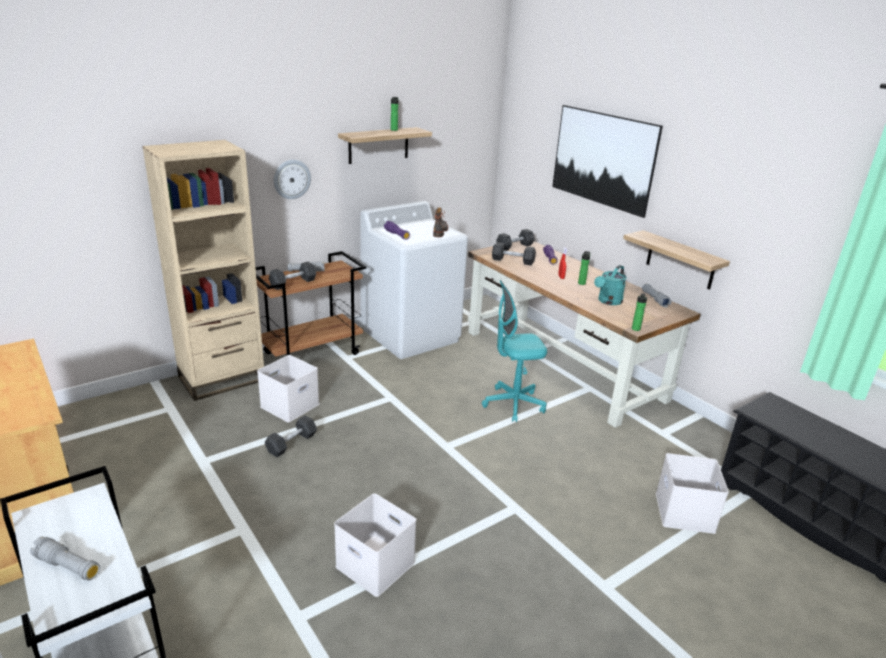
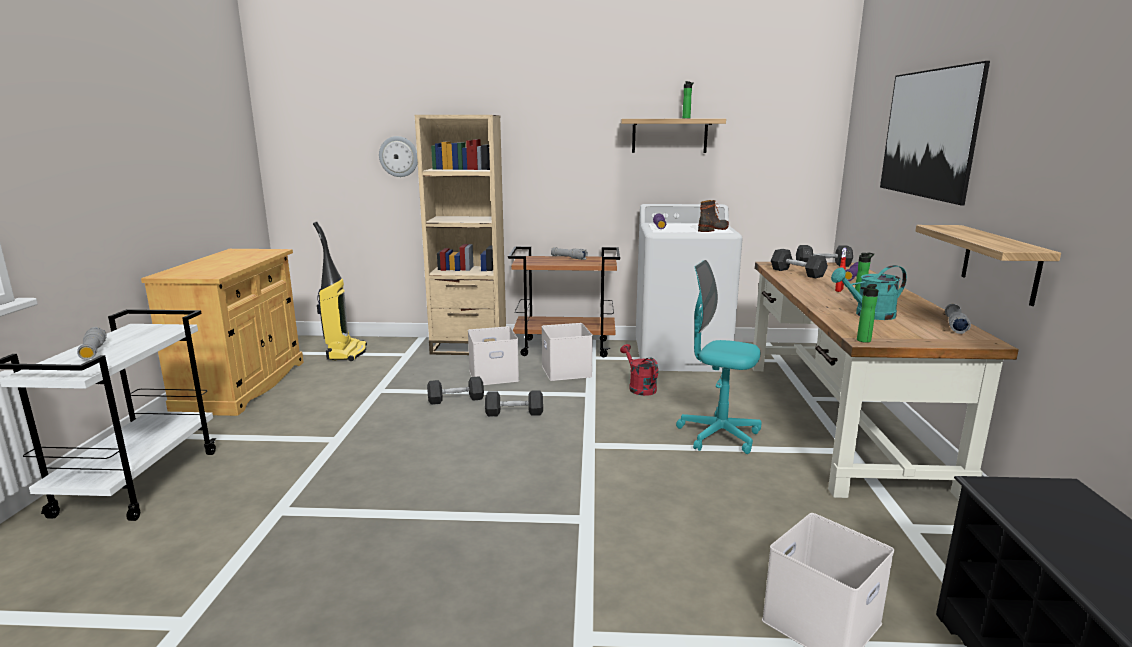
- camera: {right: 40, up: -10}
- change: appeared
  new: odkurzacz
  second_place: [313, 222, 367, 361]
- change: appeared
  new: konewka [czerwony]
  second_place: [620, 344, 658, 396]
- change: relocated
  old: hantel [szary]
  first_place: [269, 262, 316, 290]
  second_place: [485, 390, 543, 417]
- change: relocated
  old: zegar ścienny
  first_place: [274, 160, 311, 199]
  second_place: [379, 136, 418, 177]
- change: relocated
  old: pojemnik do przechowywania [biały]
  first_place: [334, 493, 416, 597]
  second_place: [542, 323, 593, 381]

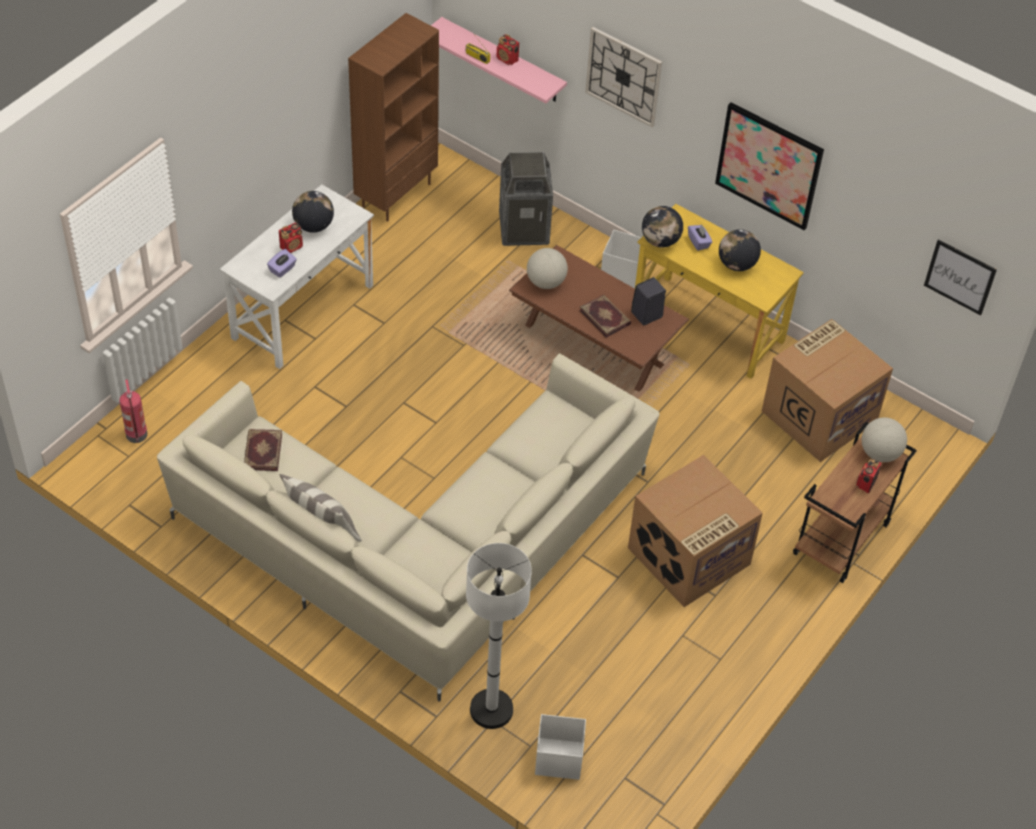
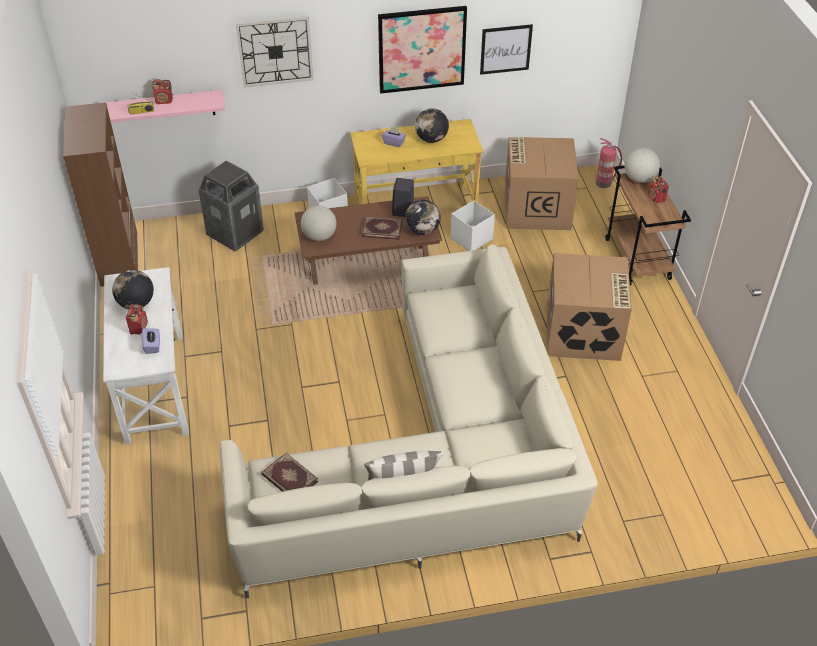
- camera: {right: -45, up: -5}
- change: missing
  old: lampa stojąca [biały]
  first_place: [466, 543, 532, 729]
- change: relocated
  old: gaśnica
  first_place: [119, 379, 147, 443]
  second_place: [596, 138, 622, 188]
- change: relocated
  old: pojemnik do przechowywania [biały]
  first_place: [535, 714, 586, 780]
  second_place: [451, 200, 495, 251]
- change: relocated
  old: globus
  first_place: [642, 206, 683, 248]
  second_place: [405, 200, 441, 235]
- change: relocated
  old: obraz
  first_place: [924, 239, 997, 315]
  second_place: [480, 24, 533, 75]

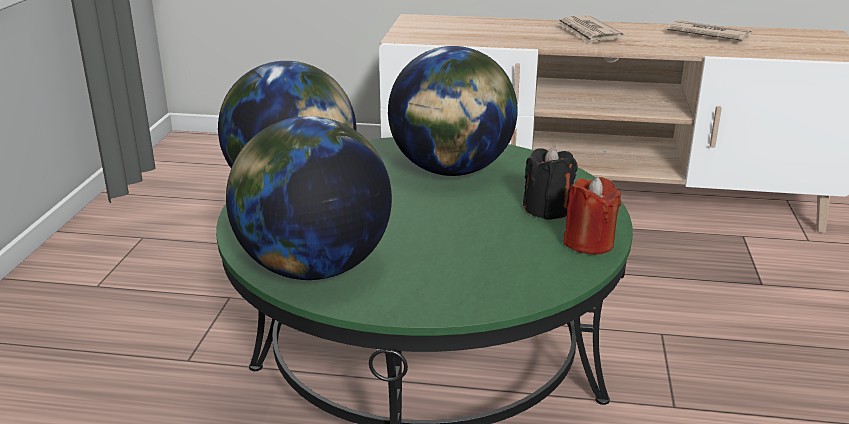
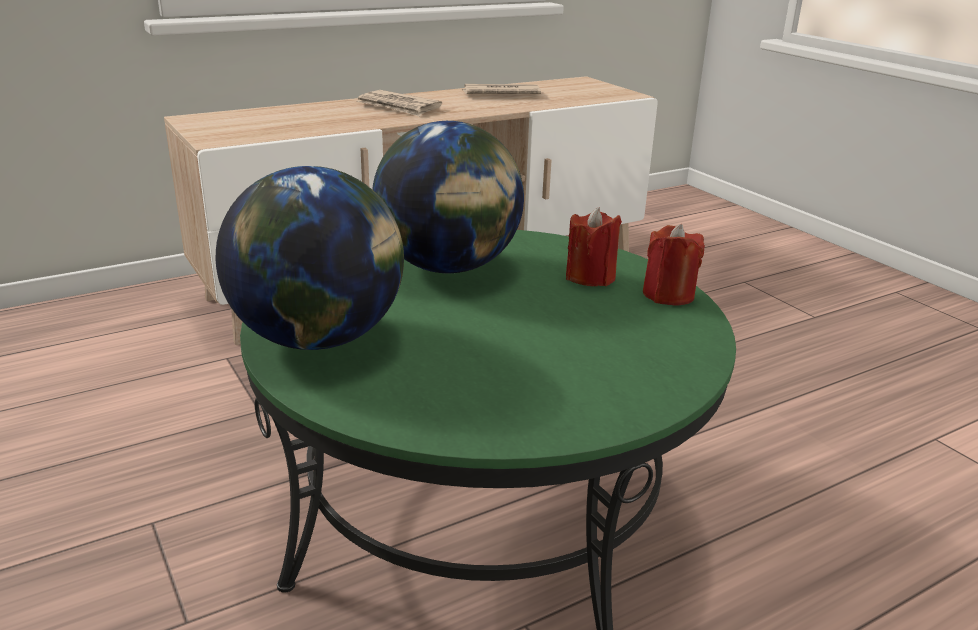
- camera: {right: -40, up: 0}
- change: missing
  old: globus
  first_place: [226, 116, 392, 280]
- change: colour
  old: świeca [czarny]
  new: świeca [czerwony]
  first_place: [523, 146, 578, 220]
  second_place: [566, 207, 622, 286]

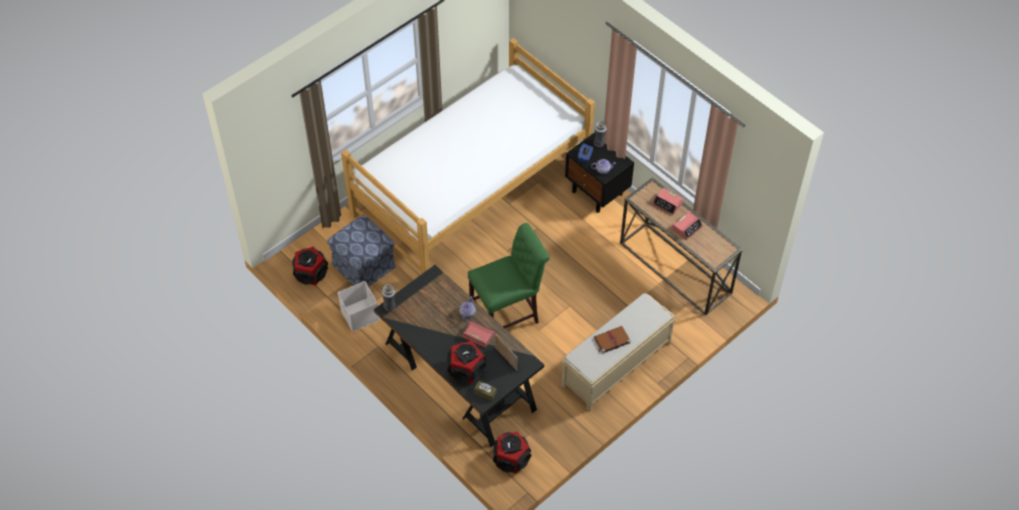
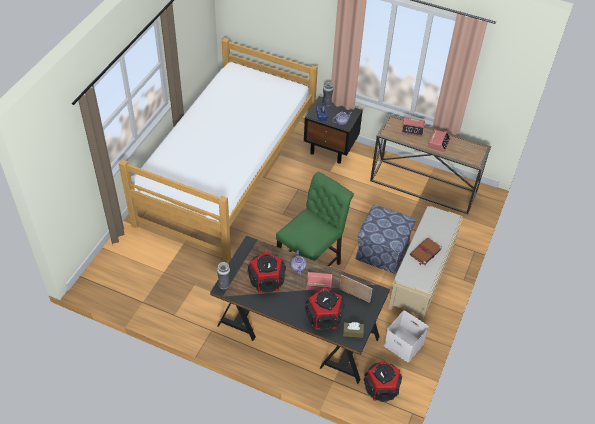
- camera: {right: -25, up: -5}
- change: relocated
  old: głośnik
  first_place: [292, 247, 328, 286]
  second_place: [248, 251, 286, 293]
- change: relocated
  old: pufa
  first_place: [327, 215, 396, 287]
  second_place: [355, 205, 416, 274]
- change: relocated
  old: pojemnik do przechowywania [biały]
  first_place: [338, 281, 380, 332]
  second_place: [384, 310, 429, 362]

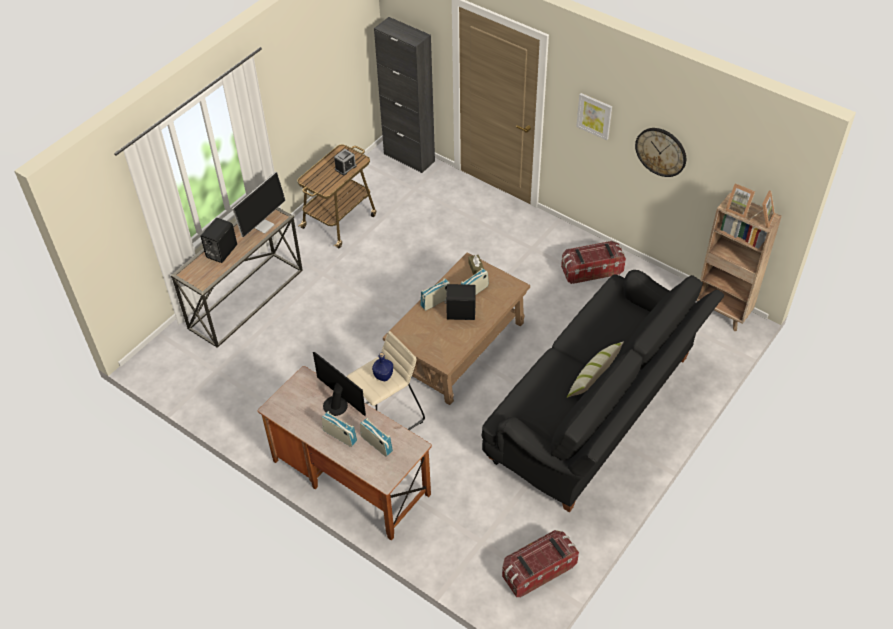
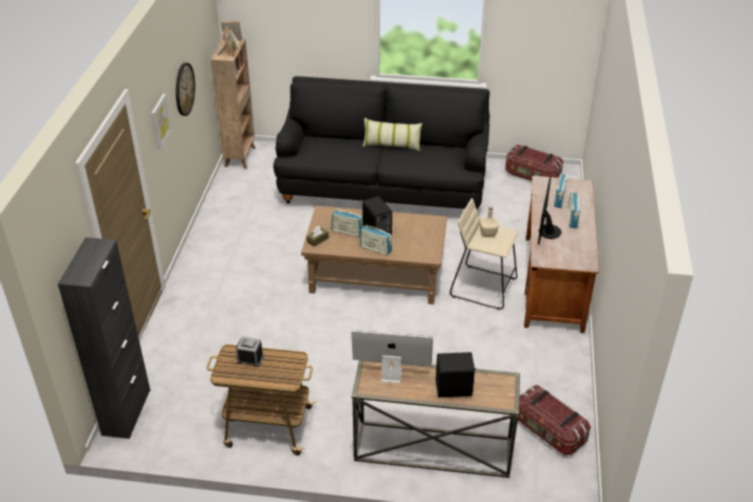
- camera: {right: -120, up: -10}
- change: relocated
  old: pojemnik do przechowywania
  first_place: [561, 241, 626, 284]
  second_place: [518, 385, 591, 455]
- change: colour
  old: butelka [niebieski]
  new: butelka [beżowy]
  first_place: [372, 353, 393, 381]
  second_place: [480, 207, 499, 237]

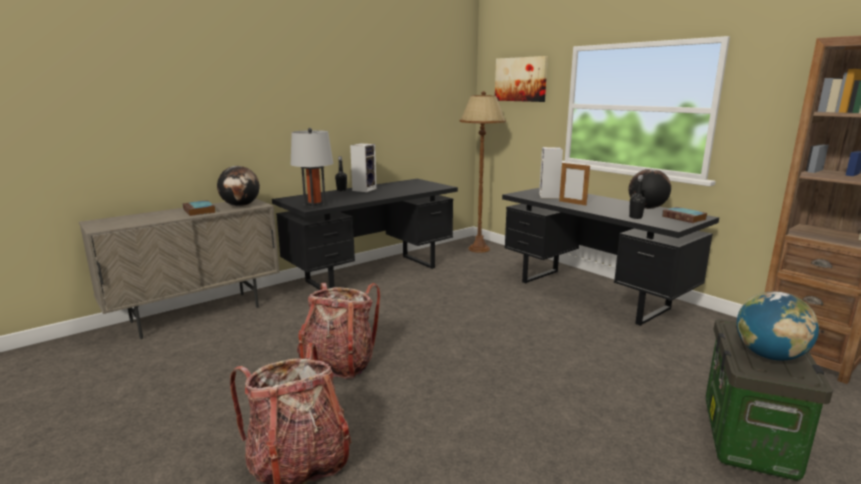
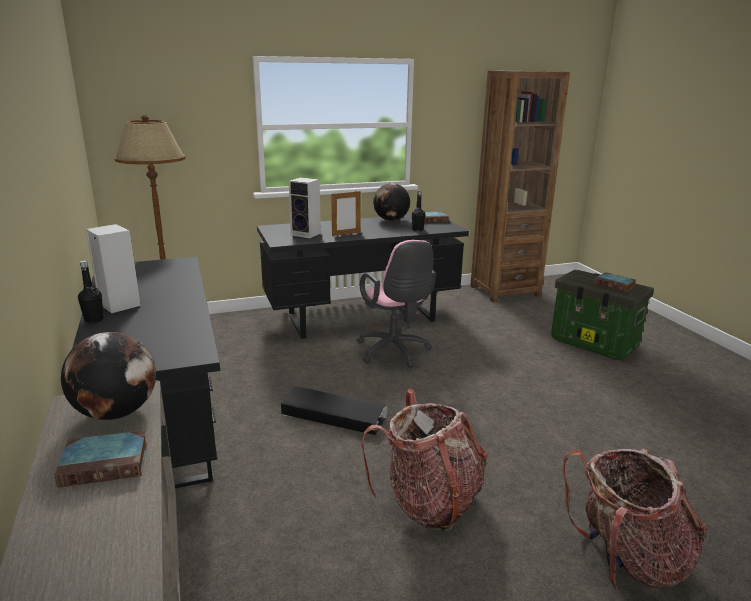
- camera: {right: -70, up: 5}
- change: missing
  old: lampa stołowa [szary]
  first_place: [291, 128, 334, 208]
- change: missing
  old: obraz
  first_place: [495, 56, 548, 102]
- change: appeared
  new: pojemnik do przechowywania [czarny]
  second_place: [281, 386, 387, 435]
- change: appeared
  new: krzesło biurowe [różowy]
  second_place: [356, 240, 436, 368]
- change: exchanged
  old: globus
  new: książka
  first_place: [737, 291, 819, 361]
  second_place: [594, 272, 636, 292]

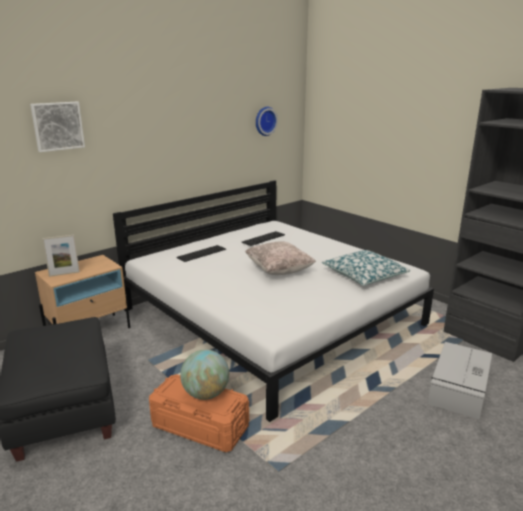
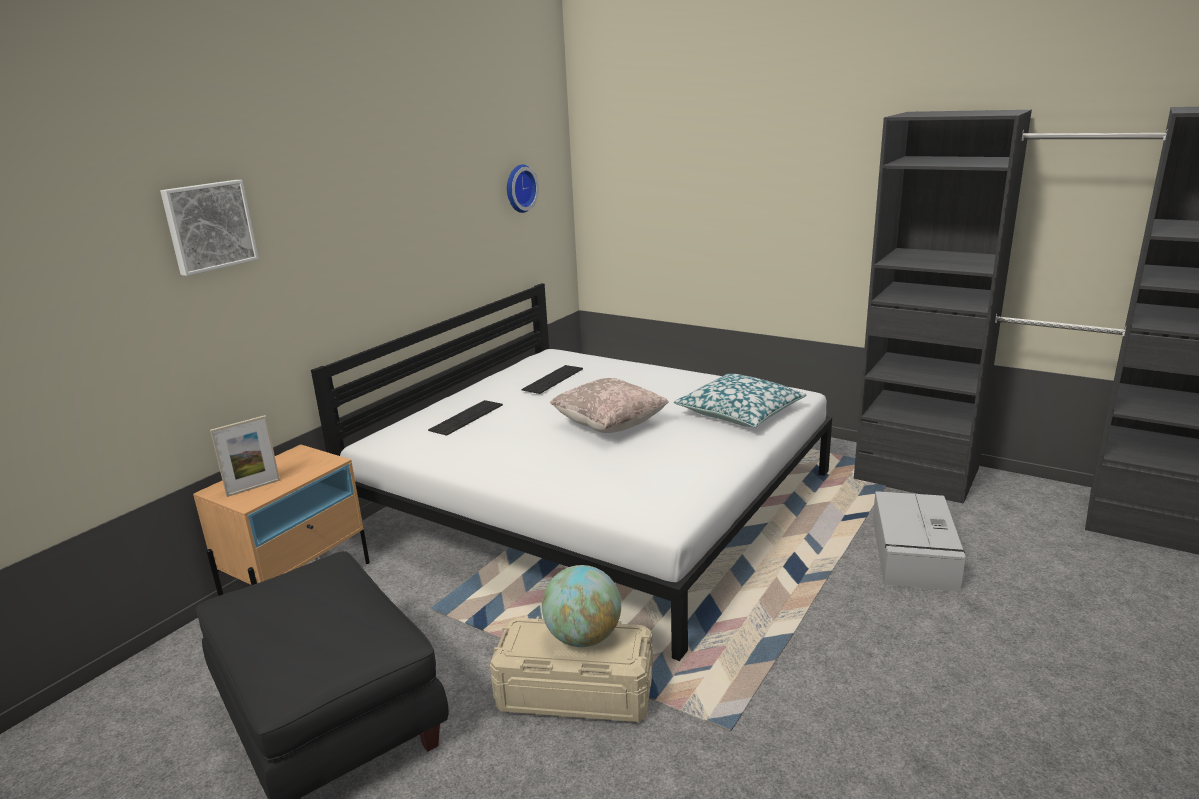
- camera: {right: -15, up: 0}
- change: colour
  old: pojemnik do przechowywania [pomarańczowy]
  new: pojemnik do przechowywania [beżowy]
  first_place: [149, 374, 249, 452]
  second_place: [490, 616, 653, 722]

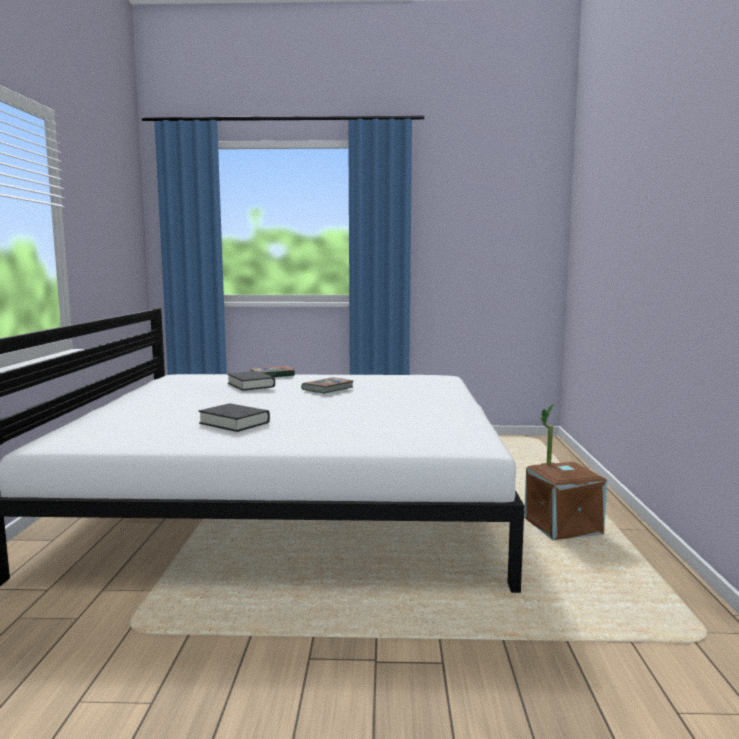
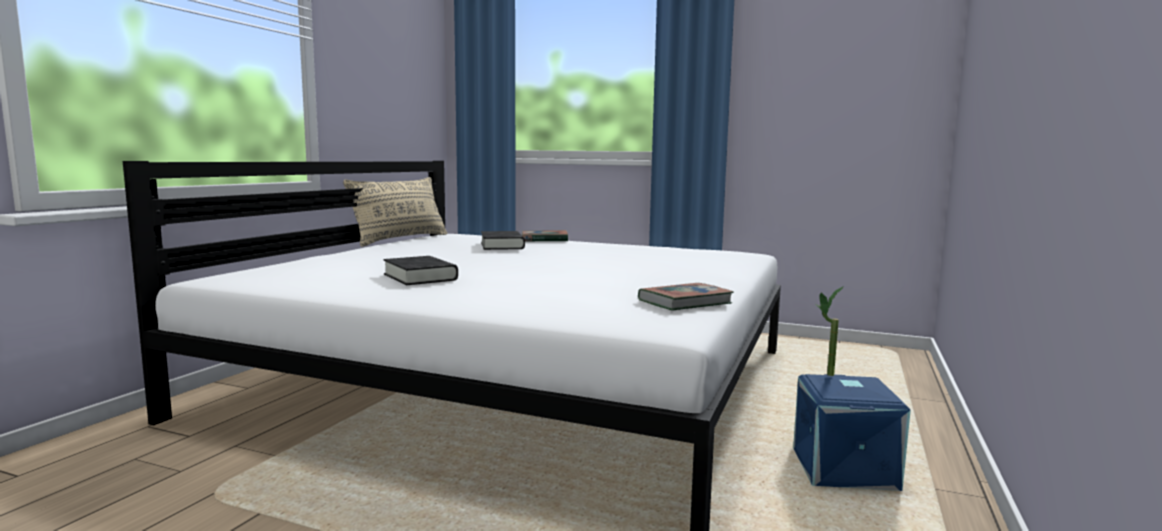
- camera: {right: 20, up: 0}
- change: appeared
  new: poduszka [beżowy]
  second_place: [343, 177, 447, 247]
- change: relocated
  old: książka
  first_place: [301, 377, 353, 393]
  second_place: [638, 283, 734, 311]
- change: colour
  old: pojemnik do przechowywania [brązowy]
  new: pojemnik do przechowywania [niebieski]
  first_place: [524, 462, 607, 540]
  second_place: [793, 374, 911, 491]

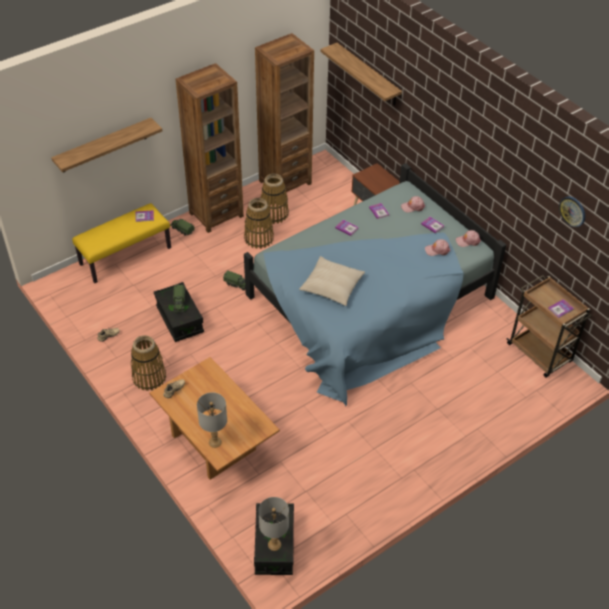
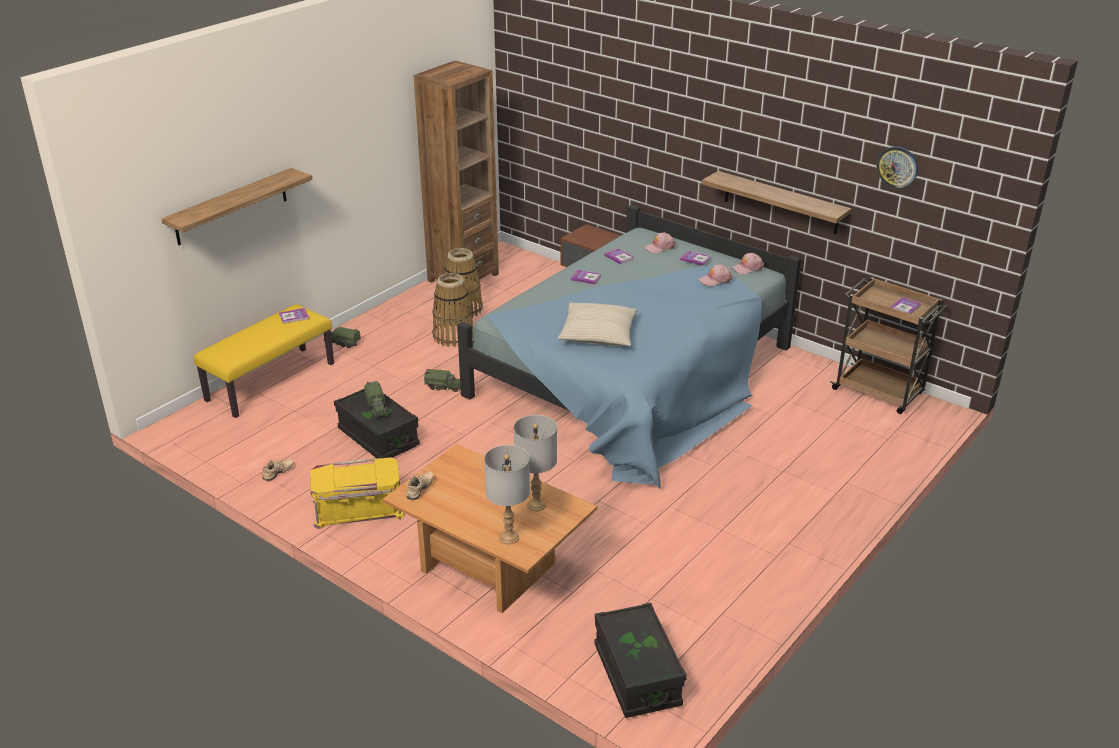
- camera: {right: -15, up: -15}
- change: missing
  old: regał [brązowy]
  first_place: [176, 63, 244, 233]
- change: relocated
  old: lampa stołowa [szary]
  first_place: [259, 497, 289, 551]
  second_place: [514, 415, 557, 511]
- change: relocated
  old: półka
  first_place: [320, 43, 402, 106]
  second_place: [702, 171, 851, 234]
- change: exchanged
  old: koszyk
  new: pojemnik do przechowywania [żółty]
  first_place: [131, 335, 166, 391]
  second_place: [310, 457, 405, 529]

